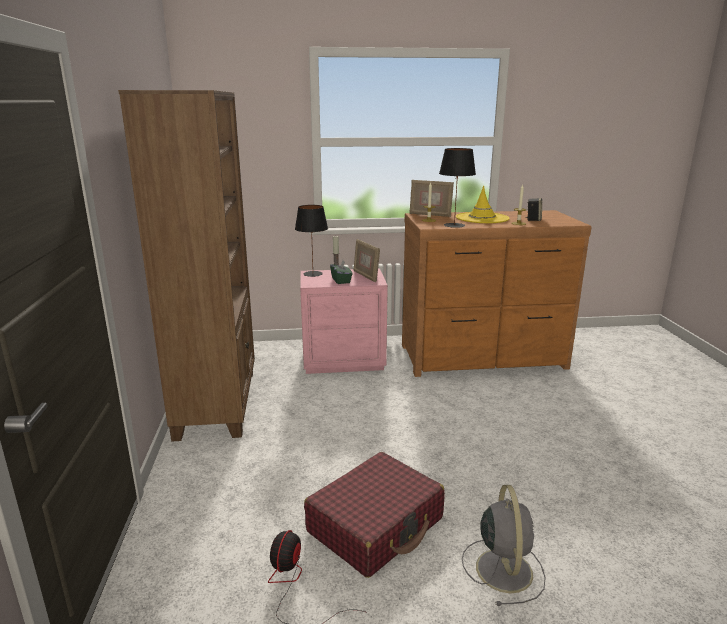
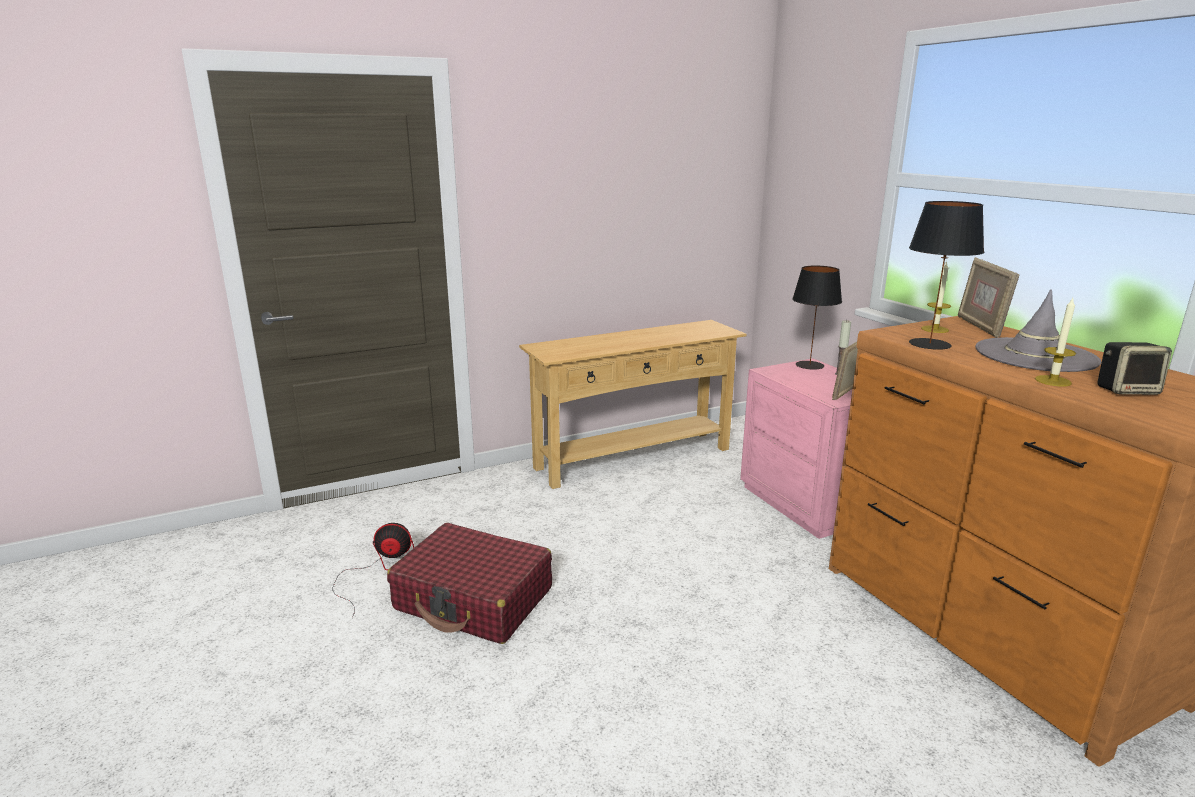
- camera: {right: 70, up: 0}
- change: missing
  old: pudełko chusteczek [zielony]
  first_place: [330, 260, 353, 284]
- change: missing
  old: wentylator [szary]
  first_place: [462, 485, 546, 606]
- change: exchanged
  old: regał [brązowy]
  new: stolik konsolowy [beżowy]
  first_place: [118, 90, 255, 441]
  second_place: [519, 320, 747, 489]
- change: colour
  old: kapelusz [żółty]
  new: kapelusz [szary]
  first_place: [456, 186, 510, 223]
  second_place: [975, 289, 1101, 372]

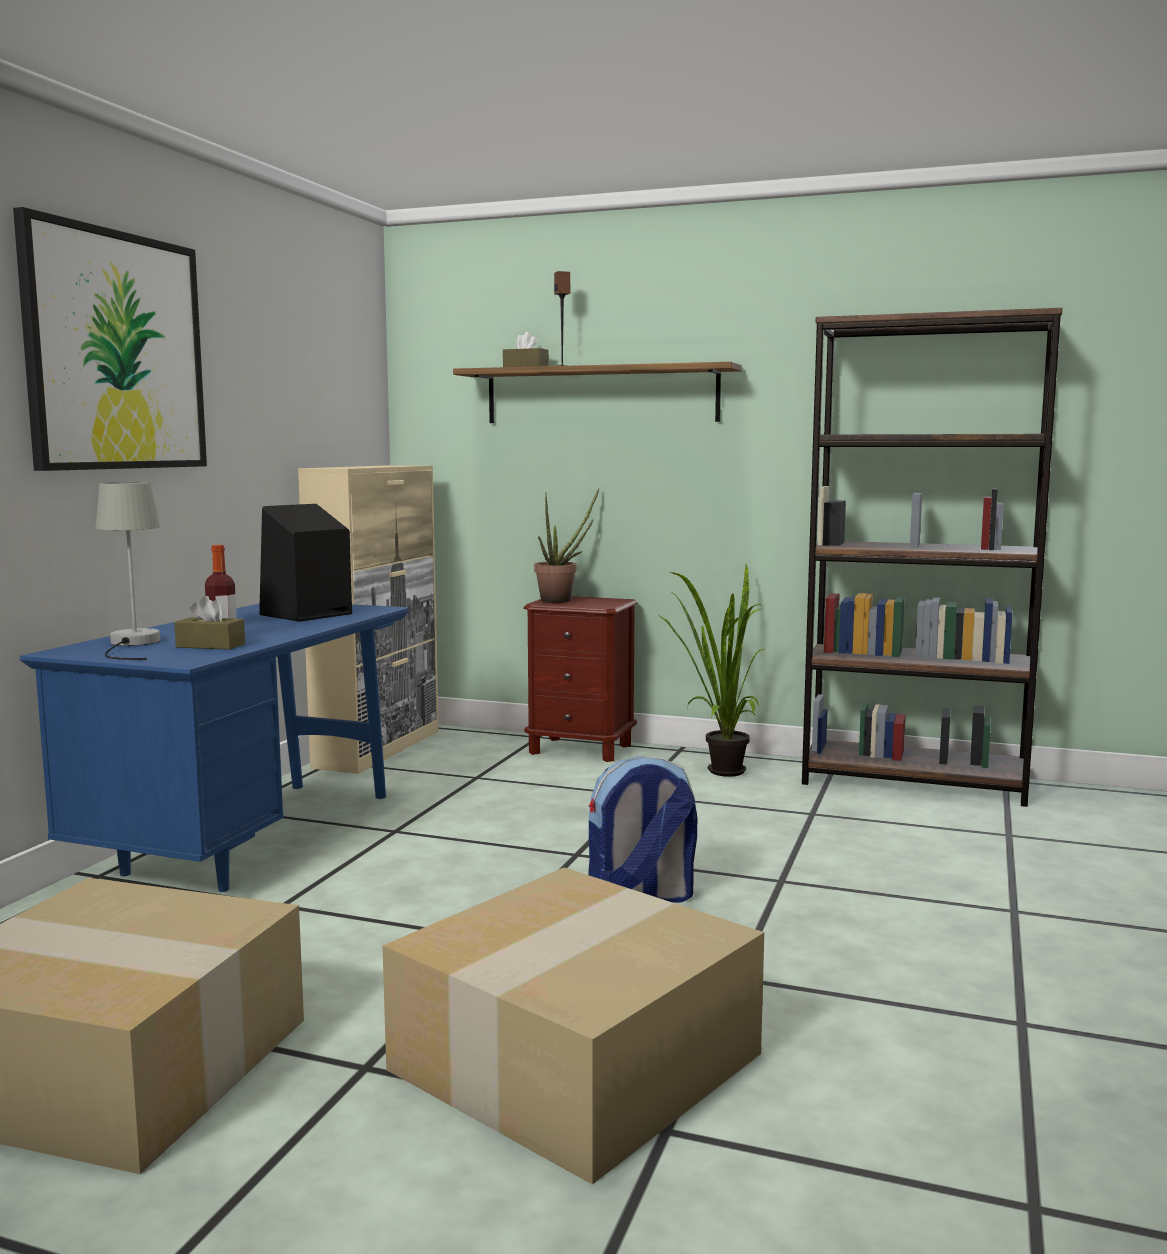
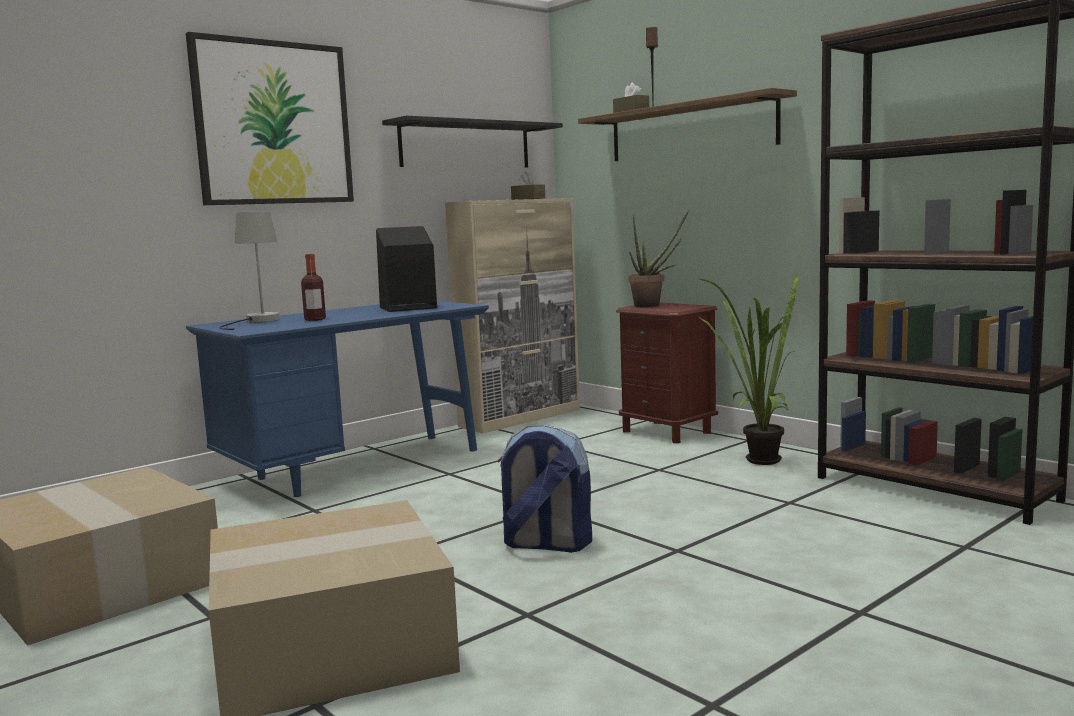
- camera: {right: 30, up: 0}
- change: appeared
  new: półka [czarny]
  second_place: [382, 116, 563, 168]
- change: relocated
  old: pudełko chusteczek [brązowy]
  first_place: [174, 596, 245, 650]
  second_place: [511, 172, 545, 200]

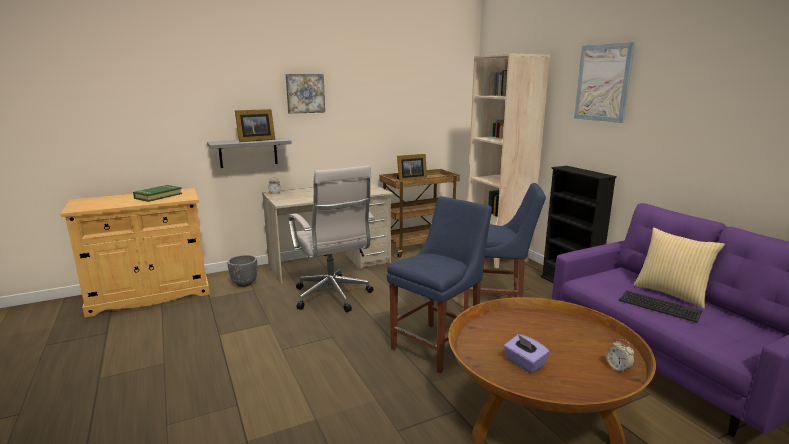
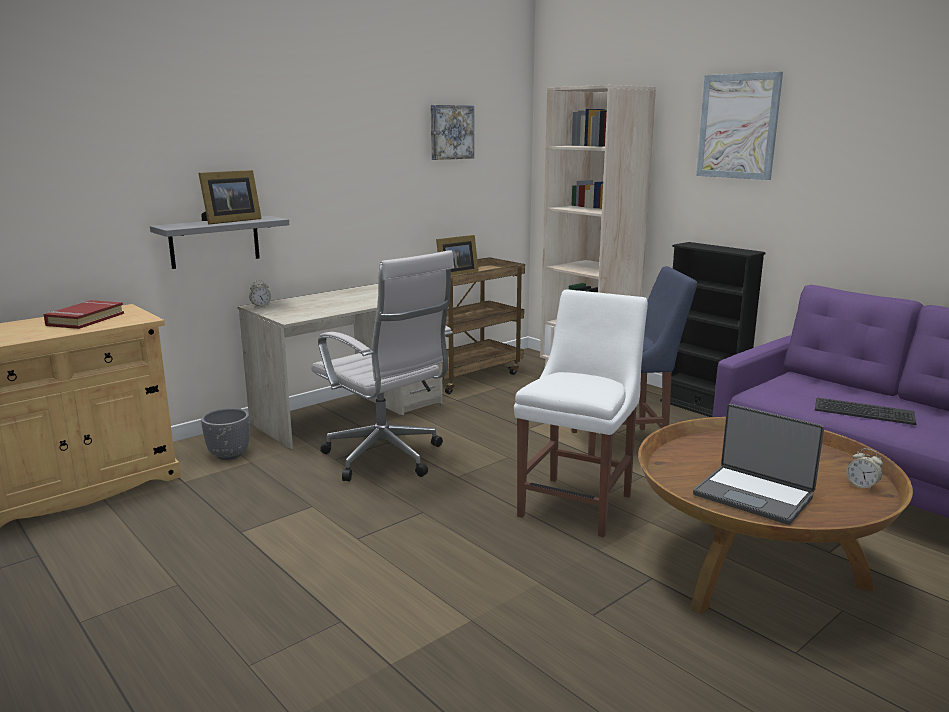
- camera: {right: -15, up: 0}
- change: missing
  old: poduszka
  first_place: [634, 227, 725, 309]
- change: relocated
  old: obraz
  first_place: [286, 74, 325, 114]
  second_place: [431, 105, 474, 160]
- change: exchanged
  old: pudełko chusteczek [fioletowy]
  new: laptop
  first_place: [504, 334, 550, 373]
  second_place: [693, 404, 824, 525]
- change: colour
  old: książka [zielony]
  new: książka [czerwony]
  first_place: [133, 185, 182, 202]
  second_place: [43, 300, 124, 329]
- change: colour
  old: krzesło [niebieski]
  new: krzesło [biały]
  first_place: [387, 196, 492, 373]
  second_place: [514, 289, 648, 537]

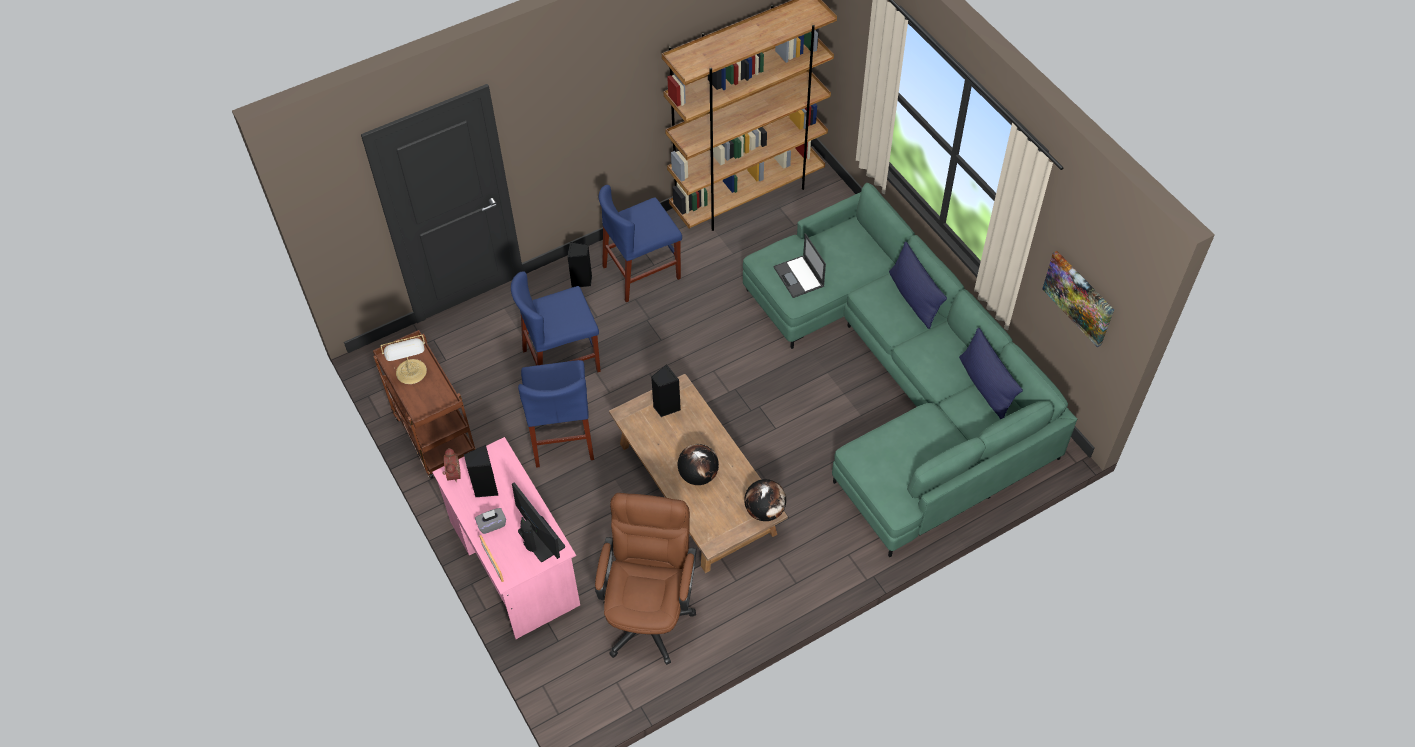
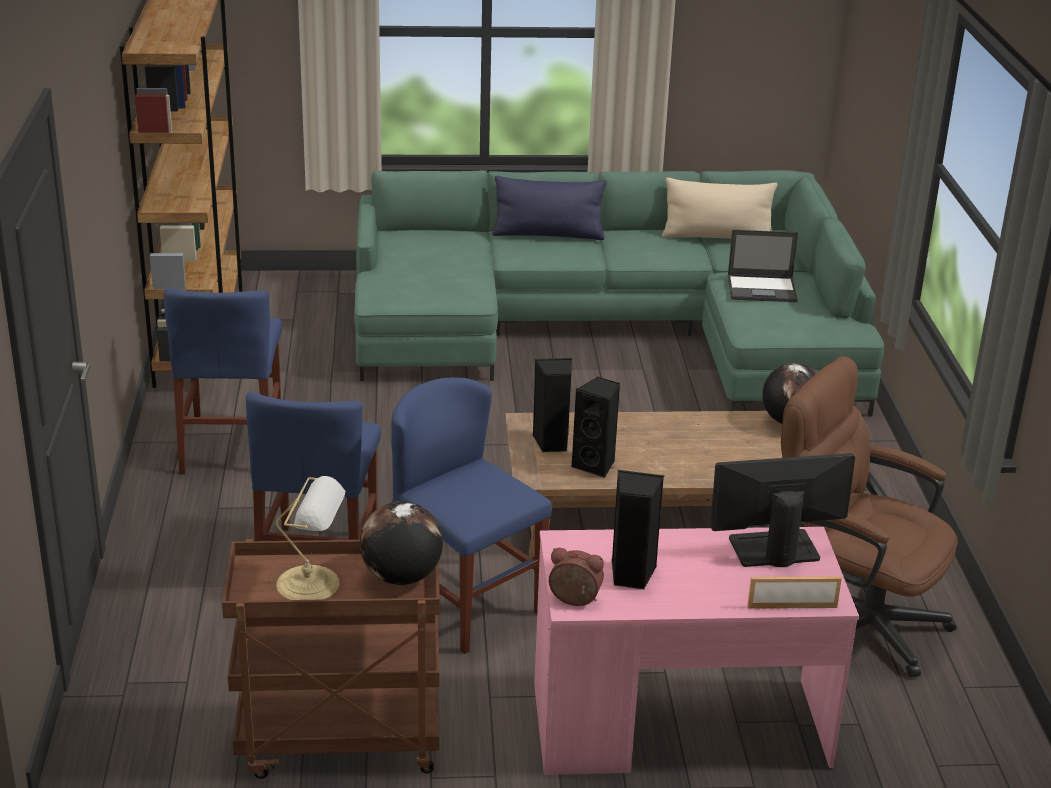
- camera: {right: -65, up: -25}
- change: missing
  old: pudełko chusteczek [szary]
  first_place: [475, 508, 506, 534]
- change: missing
  old: obraz
  first_place: [1043, 251, 1114, 347]
- change: relocated
  old: głośnik [czarny]
  first_place: [567, 242, 592, 287]
  second_place: [571, 377, 620, 478]
- change: relocated
  old: globus
  first_place: [678, 444, 719, 485]
  second_place: [360, 501, 443, 585]
- change: relocated
  old: laptop
  first_place: [774, 233, 826, 298]
  second_place: [728, 230, 798, 302]
- change: colour
  old: poduszka [niebieski]
  new: poduszka [beżowy]
  first_place: [959, 327, 1023, 419]
  second_place: [662, 178, 778, 239]
- change: spun
  old: krzesło [niebieski]
  first_place: [518, 360, 594, 468]
  second_place: [391, 377, 552, 654]
  degrees: -150

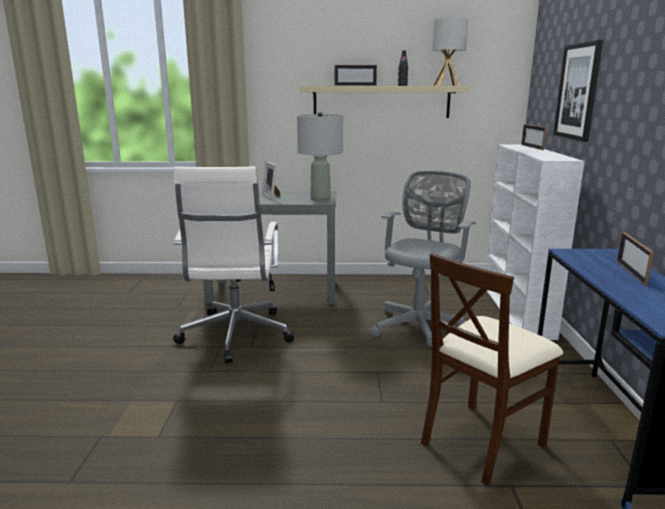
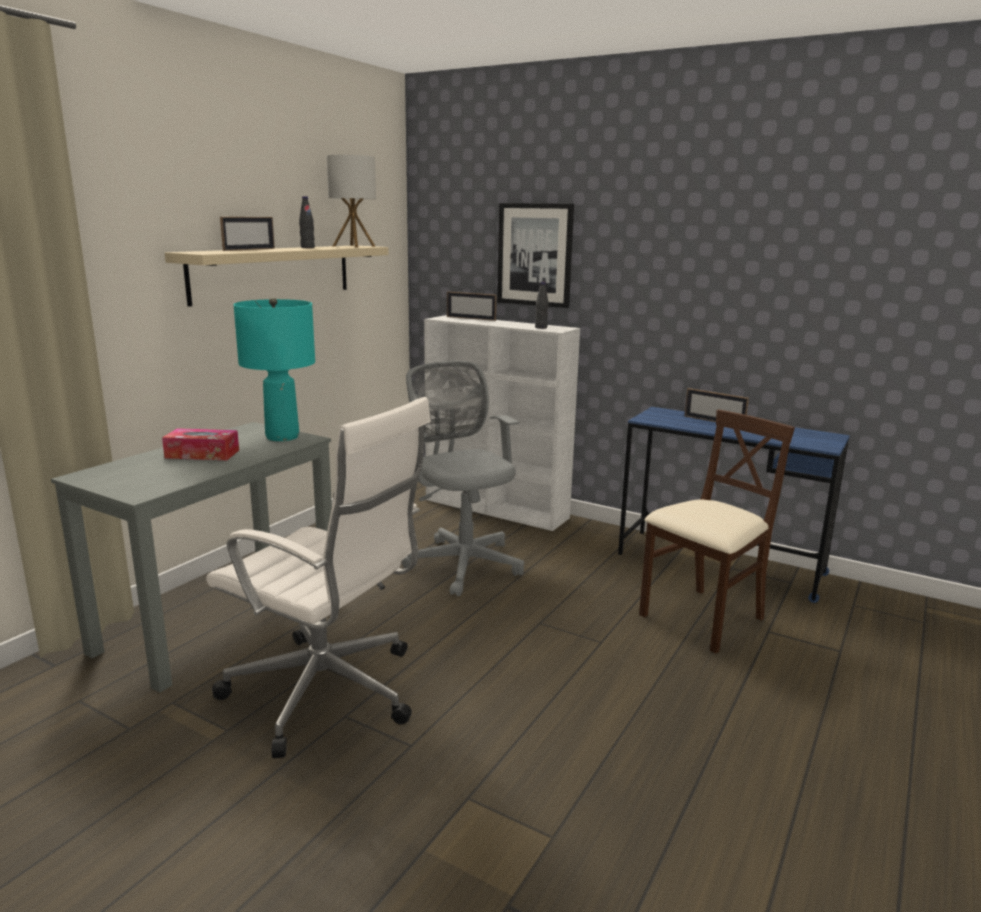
- camera: {right: -60, up: 0}
- change: appeared
  new: butelka [czarny]
  second_place: [535, 282, 549, 329]
- change: exchanged
  old: ramka na zdjęcie
  new: pudełko chusteczek
  first_place: [262, 162, 280, 199]
  second_place: [162, 428, 239, 460]
- change: colour
  old: lampa stołowa [szary]
  new: lampa stołowa [turkusowy]
  first_place: [297, 112, 343, 201]
  second_place: [233, 297, 315, 441]
- change: spun
  old: krzesło [beżowy]
  first_place: [421, 253, 563, 486]
  second_place: [639, 410, 795, 653]
  degrees: -120

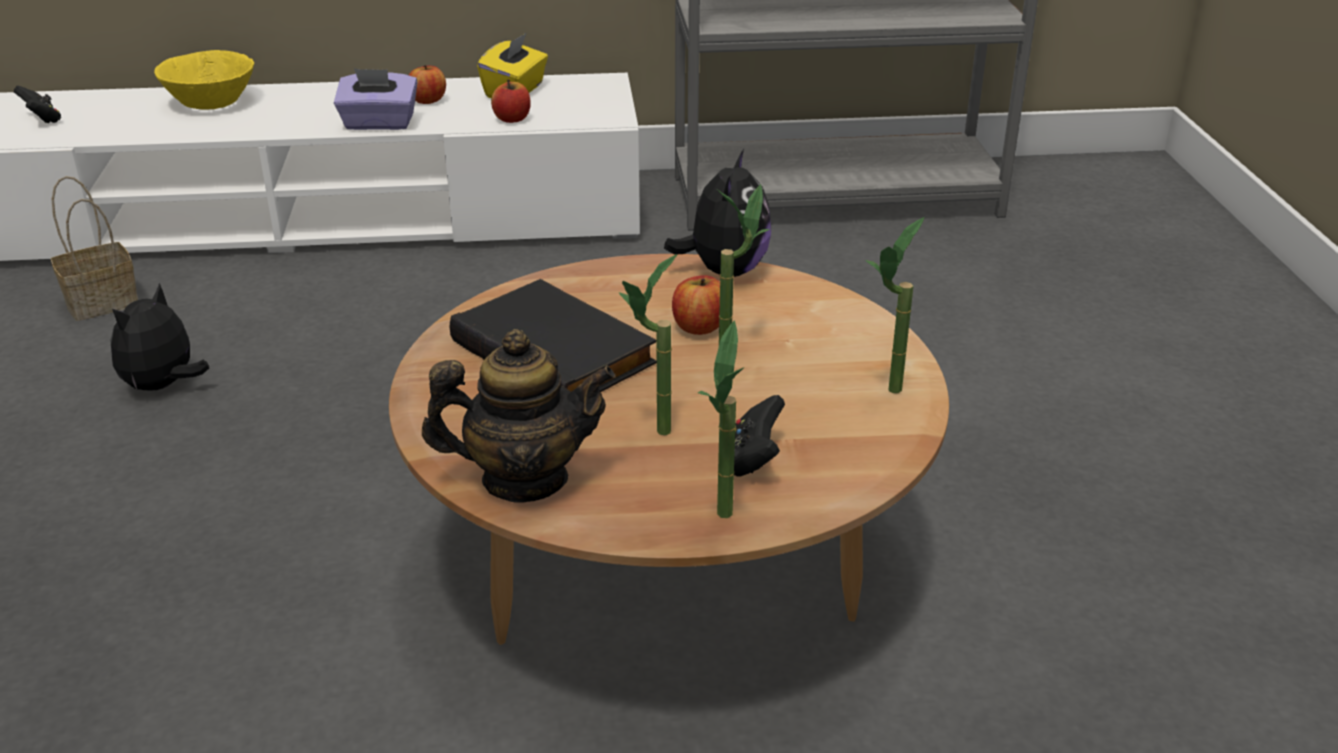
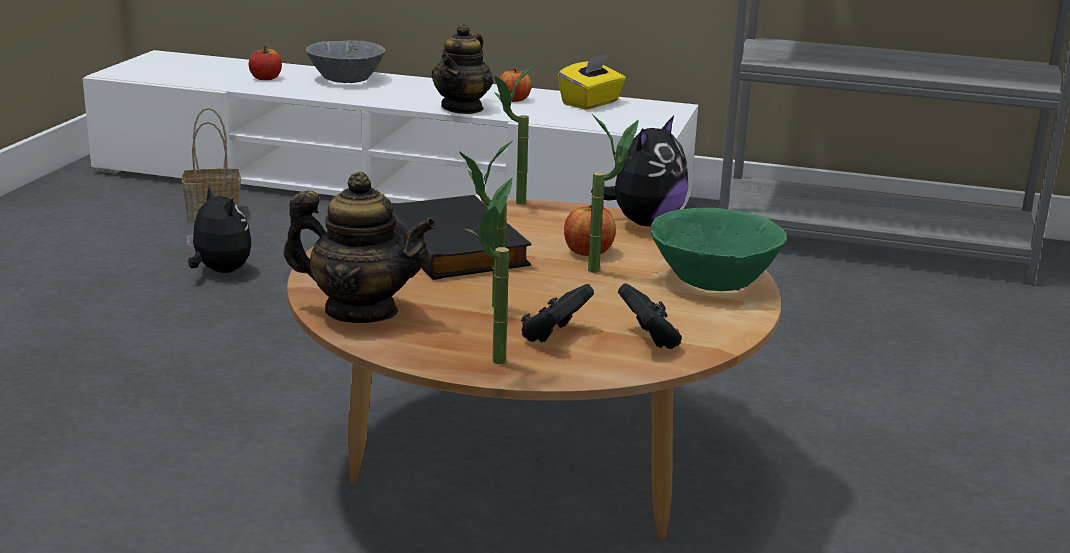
- camera: {right: 20, up: -10}
- change: appeared
  new: miska [zielony]
  second_place: [651, 208, 787, 291]
- change: relocated
  old: pad do gier [czarny]
  first_place: [14, 86, 61, 124]
  second_place: [618, 284, 682, 349]
- change: relocated
  old: jabłko
  first_place: [491, 80, 531, 123]
  second_place: [249, 46, 282, 80]
- change: relocated
  old: roślina doniczkowa
  first_place: [865, 217, 925, 393]
  second_place: [494, 64, 535, 205]
- change: exchanged
  old: pudełko chusteczek [fioletowy]
  new: imbryk
  first_place: [334, 68, 418, 130]
  second_place: [431, 24, 493, 114]
- change: colour
  old: miska [żółty]
  new: miska [szary]
  first_place: [154, 50, 254, 110]
  second_place: [306, 40, 386, 83]
- change: spun
  old: pluszak
  first_place: [110, 283, 209, 392]
  second_place: [186, 185, 251, 273]
  degrees: 90

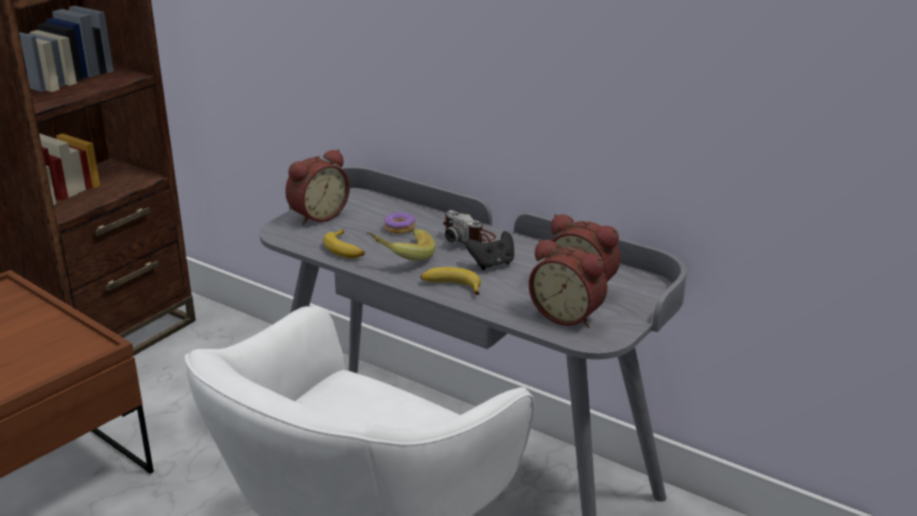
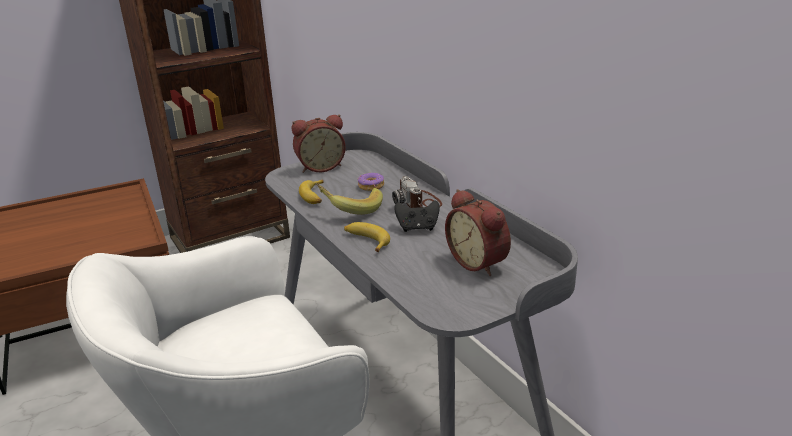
- camera: {right: 25, up: 0}
- change: missing
  old: budzik
  first_place: [529, 239, 607, 328]

